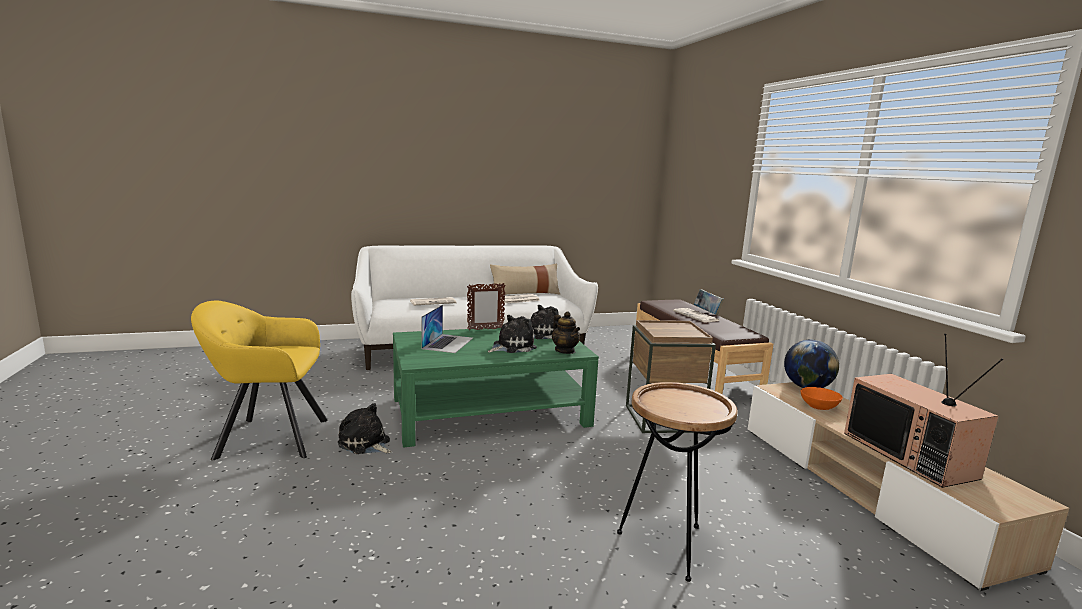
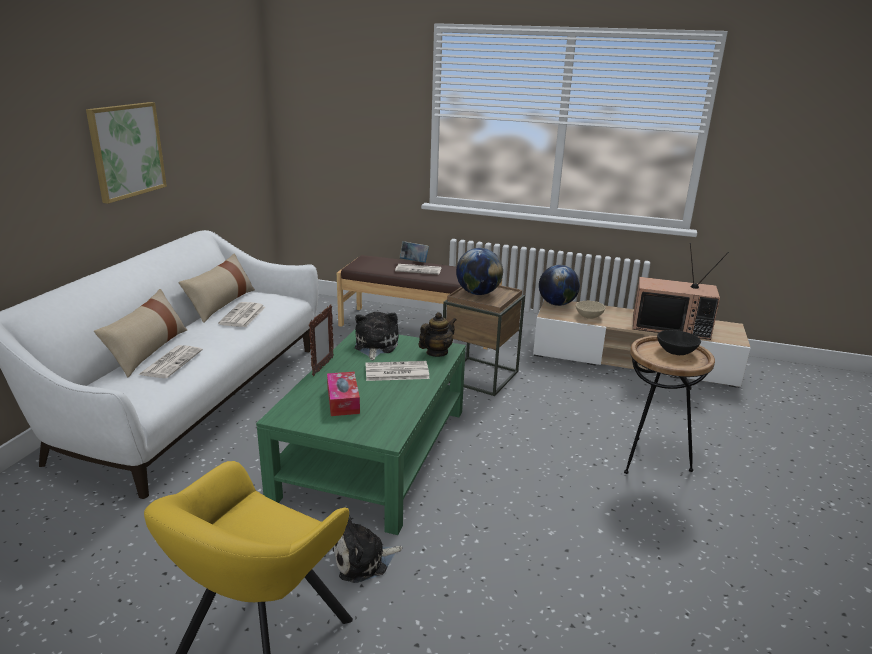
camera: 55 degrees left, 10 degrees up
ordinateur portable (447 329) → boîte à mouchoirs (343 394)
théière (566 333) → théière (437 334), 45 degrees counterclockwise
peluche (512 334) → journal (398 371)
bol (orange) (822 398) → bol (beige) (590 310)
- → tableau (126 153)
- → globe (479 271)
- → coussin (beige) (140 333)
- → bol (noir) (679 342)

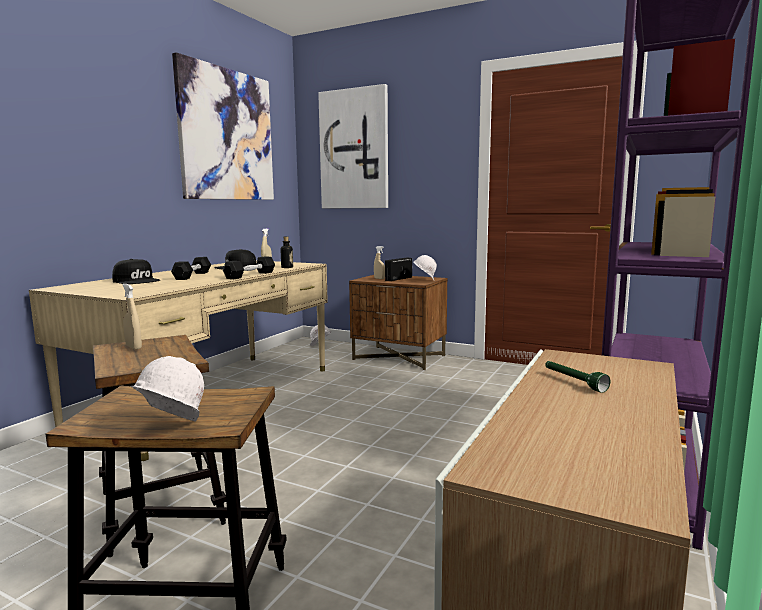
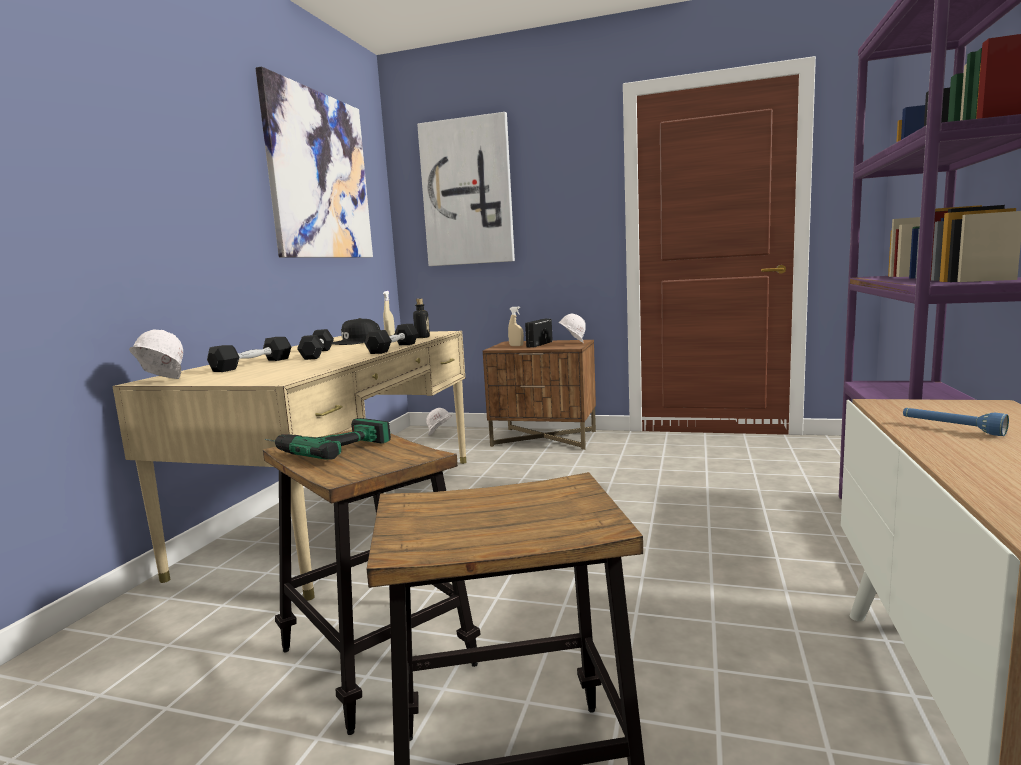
camera: 10 degrees left, 0 degrees up
casquette (noir) (136 271) → haltère (noir) (249 354)
vaporisateur (beige) (132 317) → perceuse (328 439)
casque de chantier (blanc) (167 388) → casque de chantier (blanc) (156 354), shifted
lampe de poche (vert) (577 377) → lampe de poche (bleu) (956 422)

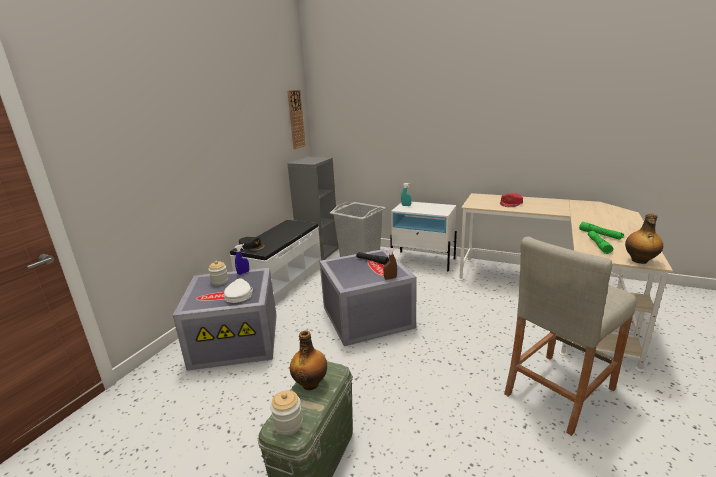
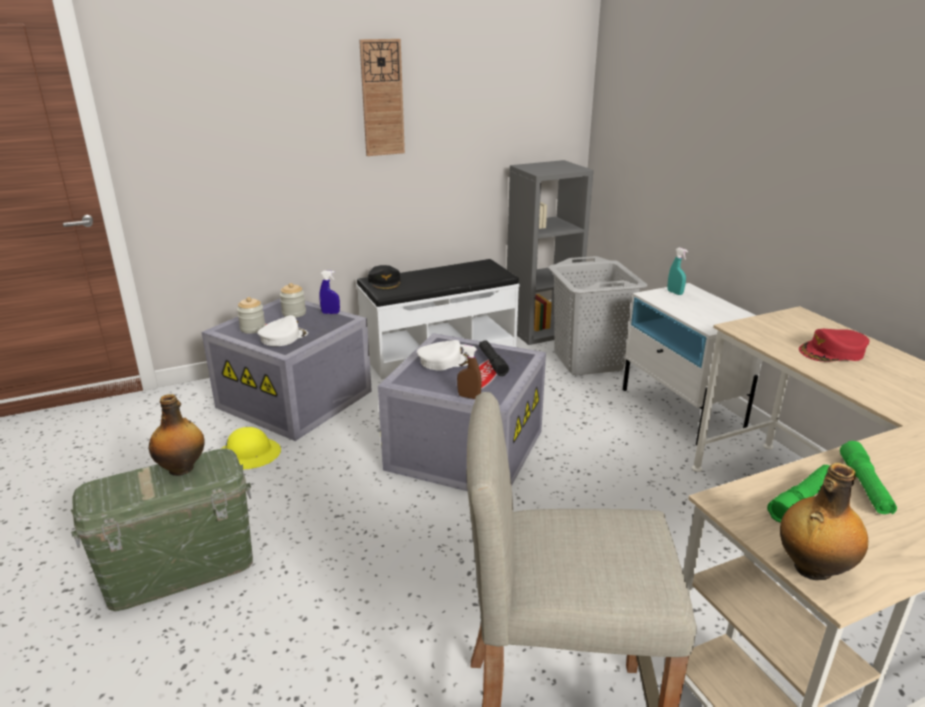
camera: 40 degrees right, 5 degrees up
horloge murale (296 119) → horloge murale (382 97), shifted
bocal (286 413) → bocal (251 315), shifted
- → casquette (blanc) (442 355)
- → casque de chantier (jaune) (251 448)

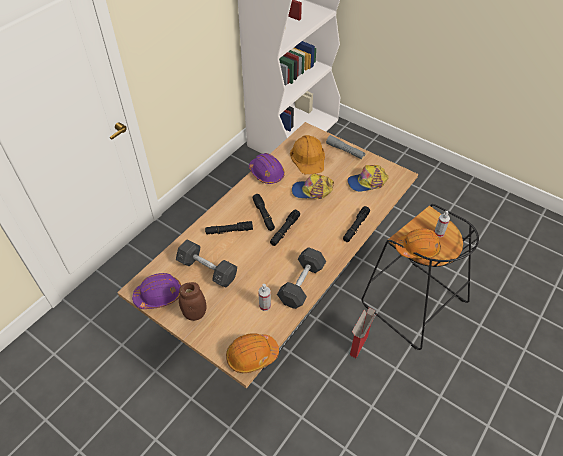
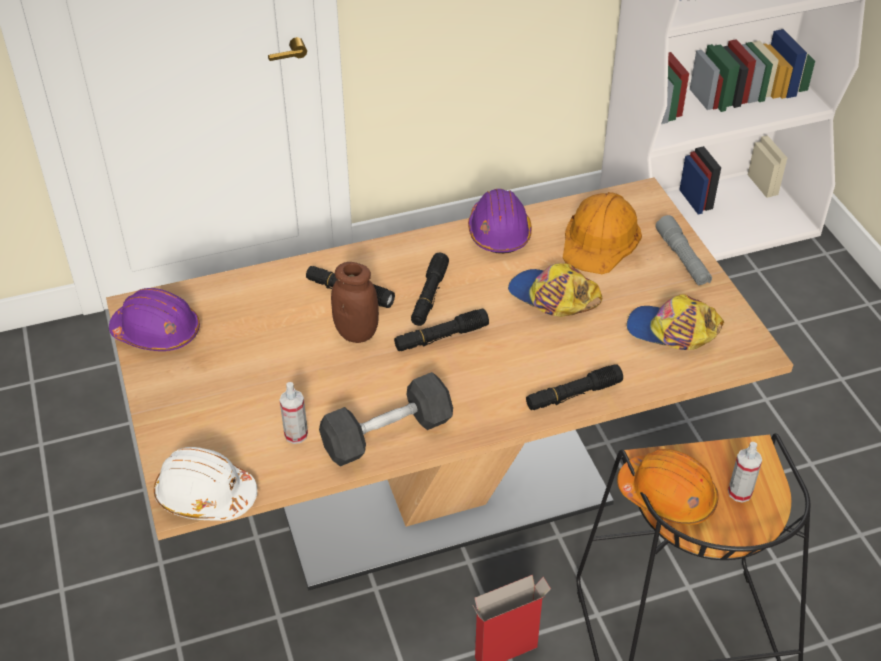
camera: 35 degrees right, 5 degrees down
haltère (gris) (206 263) → -
bocal (marron) (193 301) → bocal (marron) (355 302), shifted
casque de chantier (orange) (252 353) → casque de chantier (blanc) (205 484)

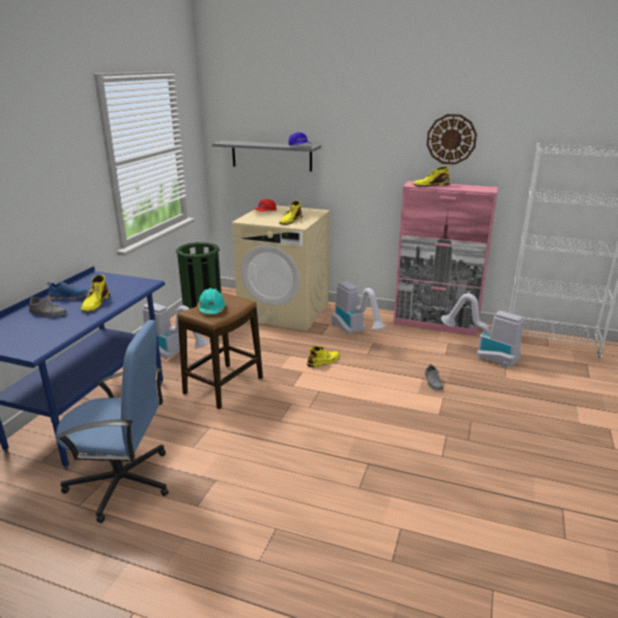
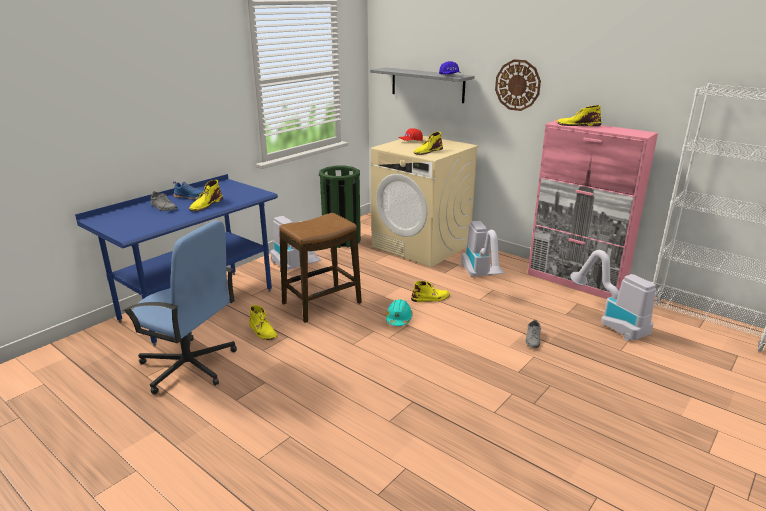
camera: 20 degrees right, 0 degrees up
horloge murale (452 139) → horloge murale (518 85), shifted
casque de chantier (turquoise) (211 301) → casque de chantier (turquoise) (399 312), shifted
- → botte (jaune) (263 322)

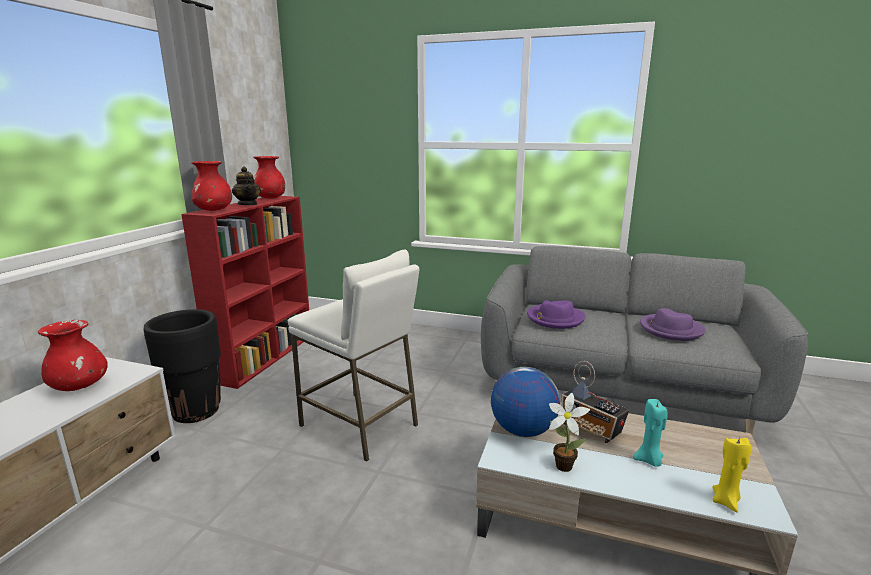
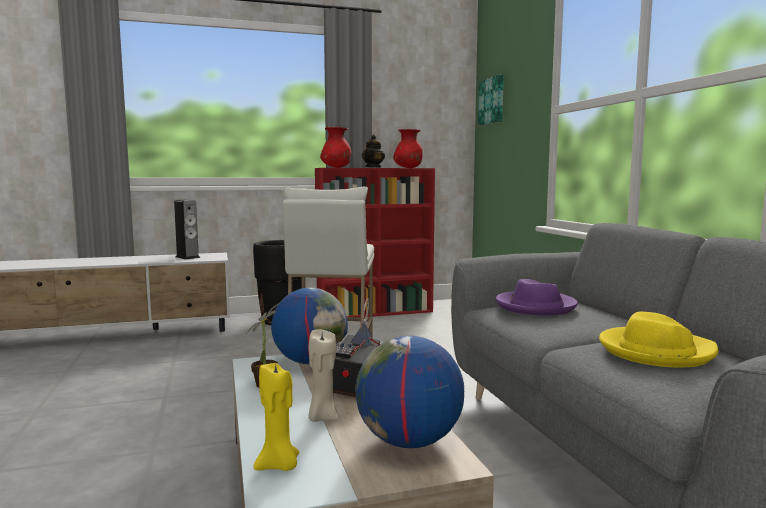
camera: 55 degrees right, 10 degrees down
chapeau (violet) (673 324) → chapeau (jaune) (658 339)
vase (rouge) (73 355) → enceinte (187 229)
bougie (turquoise) (650 433) → bougie (beige) (323 375)
- → tableau (491 100)
- → globe (409 392)

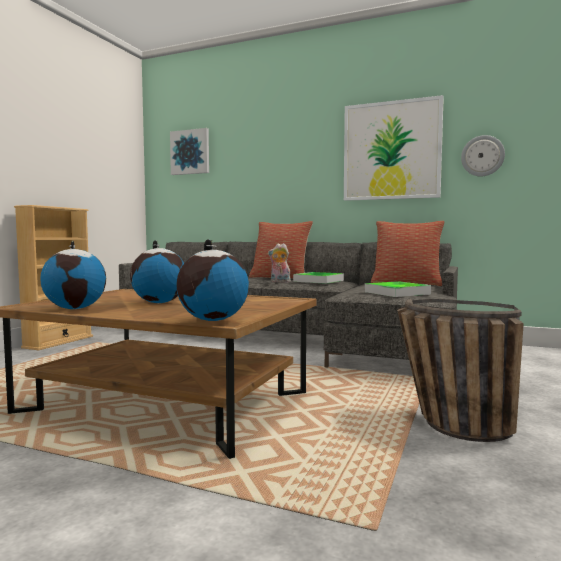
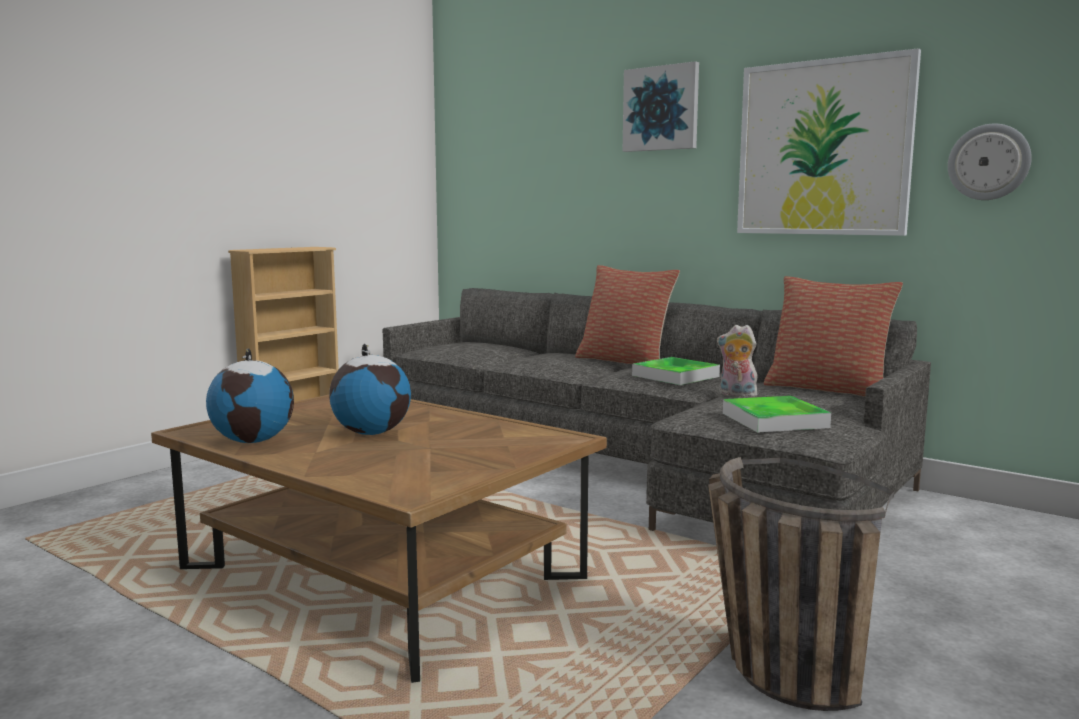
camera: 15 degrees right, 5 degrees up
tableau (189 151) → tableau (661 106), shifted
globe (212 280) → -
peluche (279 263) → peluche (737 361), shifted

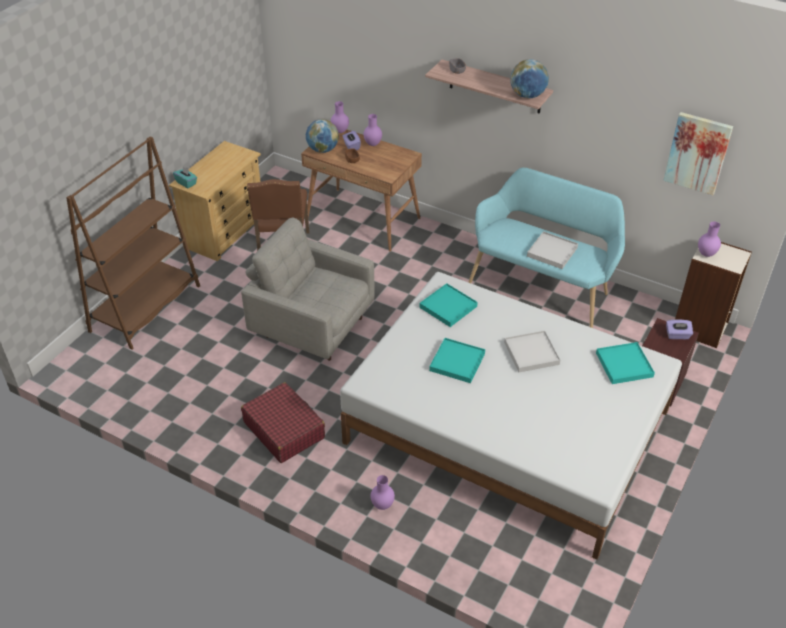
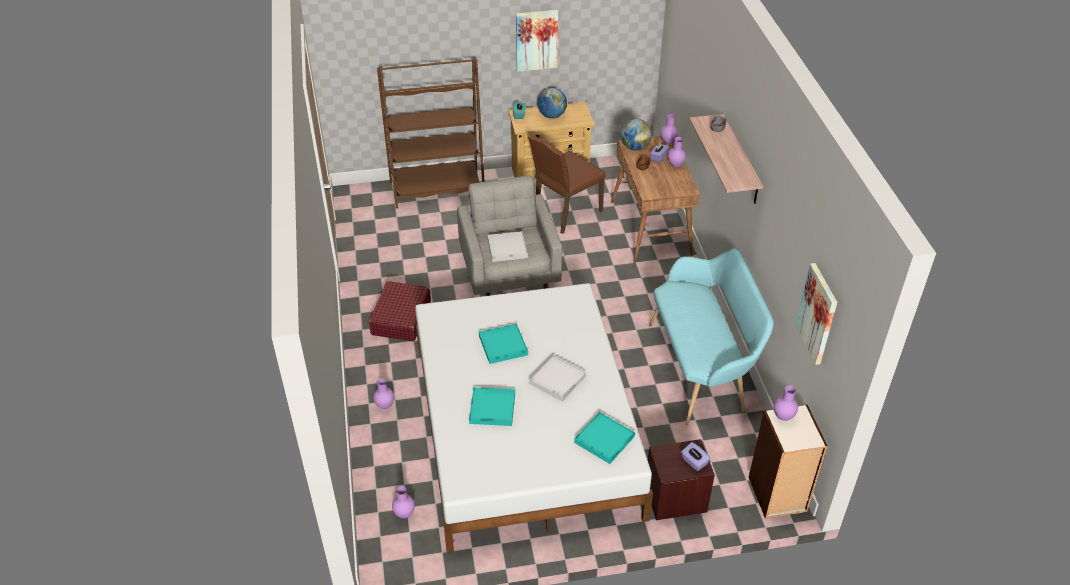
camera: 50 degrees right, 0 degrees up
globe (529 78) → globe (552 103), shifted
plateau (blanc) (552 250) → plateau (blanc) (508 246), shifted
plateau (turquoise) (448 305) → plateau (turquoise) (492 406), shifted
- → tableau (537 41)
- → vase (violet) (403 502)

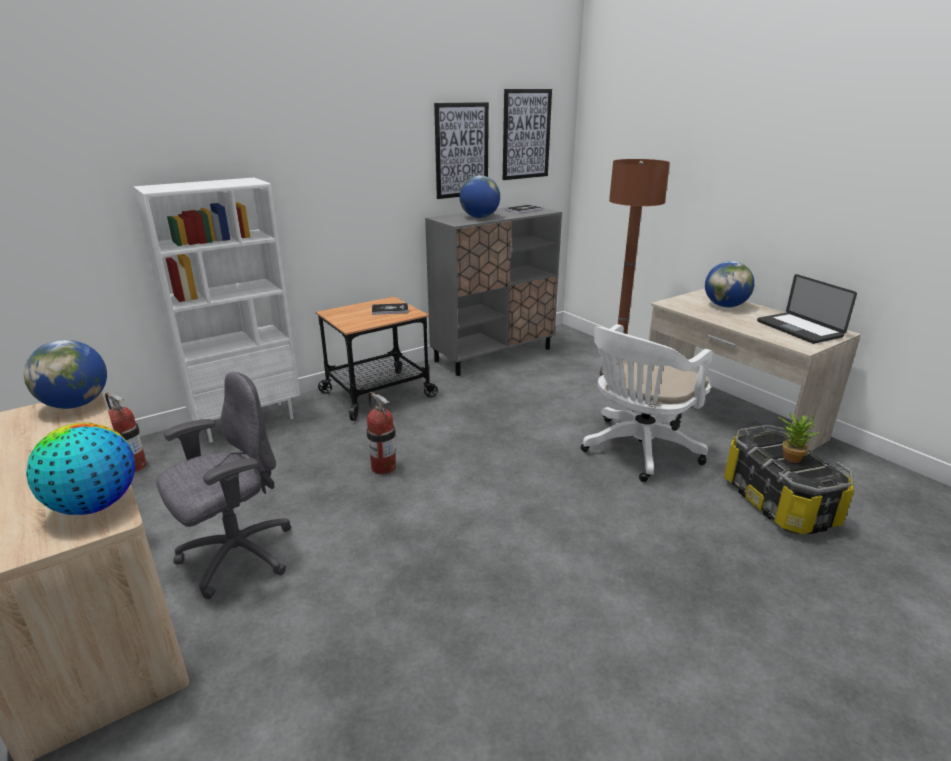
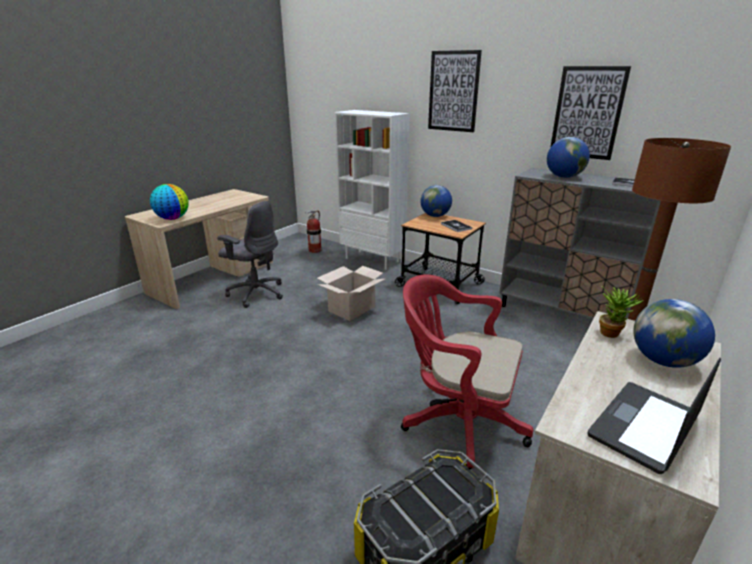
camera: 70 degrees right, 0 degrees up
tableau (527 134) → tableau (455 91), shifted
chaise de bureau (blanc) (646 403) → chaise de bureau (rouge) (467 371)
globe (65 374) → globe (436 201), shifted
extincteur (381 433) → carton (351 293)
plante en pot (798 437) → plante en pot (621 312), shifted

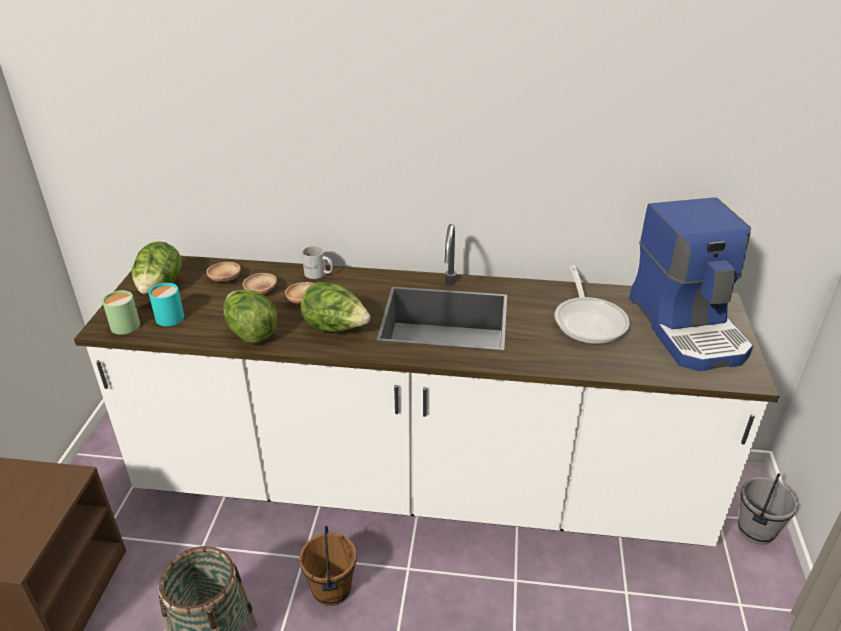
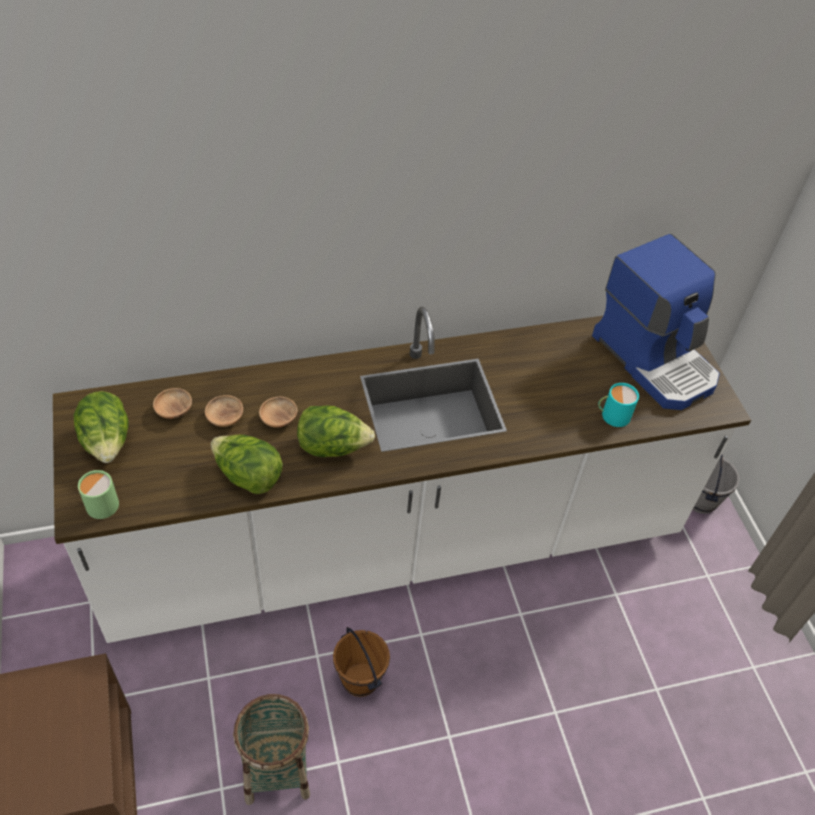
camera: 25 degrees left, 15 degrees up
mug (blanc) (317 262) → -
poêle (591 304) → -
mug (turquoise) (166 304) → mug (turquoise) (618 405), shifted

